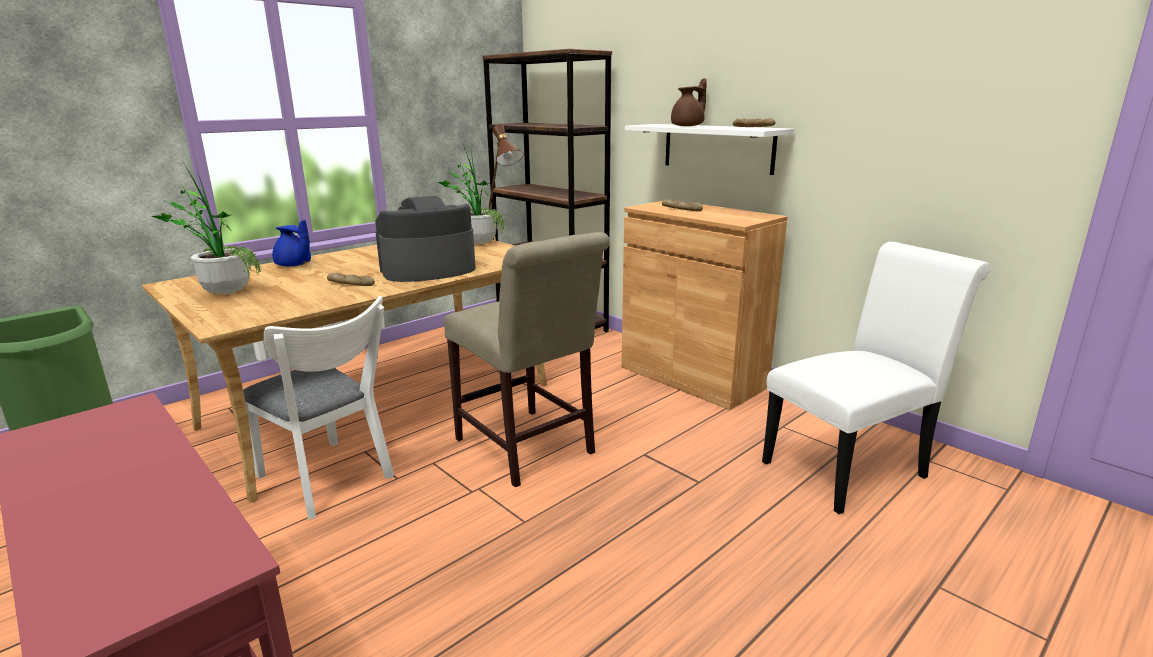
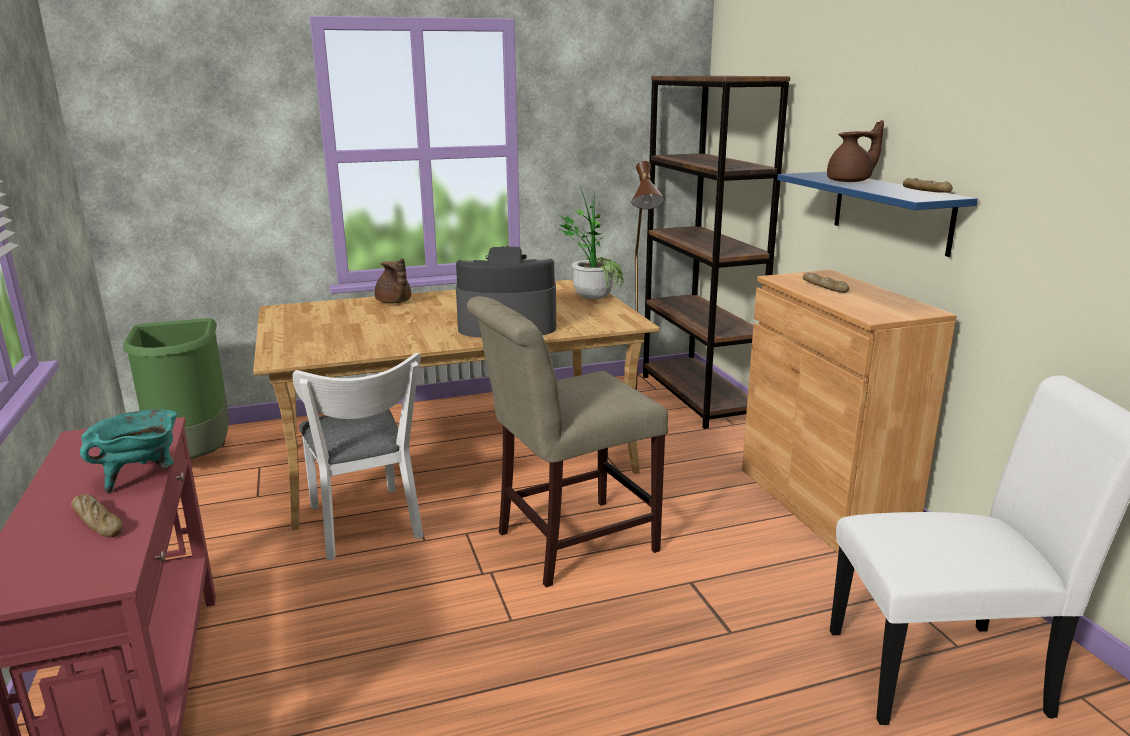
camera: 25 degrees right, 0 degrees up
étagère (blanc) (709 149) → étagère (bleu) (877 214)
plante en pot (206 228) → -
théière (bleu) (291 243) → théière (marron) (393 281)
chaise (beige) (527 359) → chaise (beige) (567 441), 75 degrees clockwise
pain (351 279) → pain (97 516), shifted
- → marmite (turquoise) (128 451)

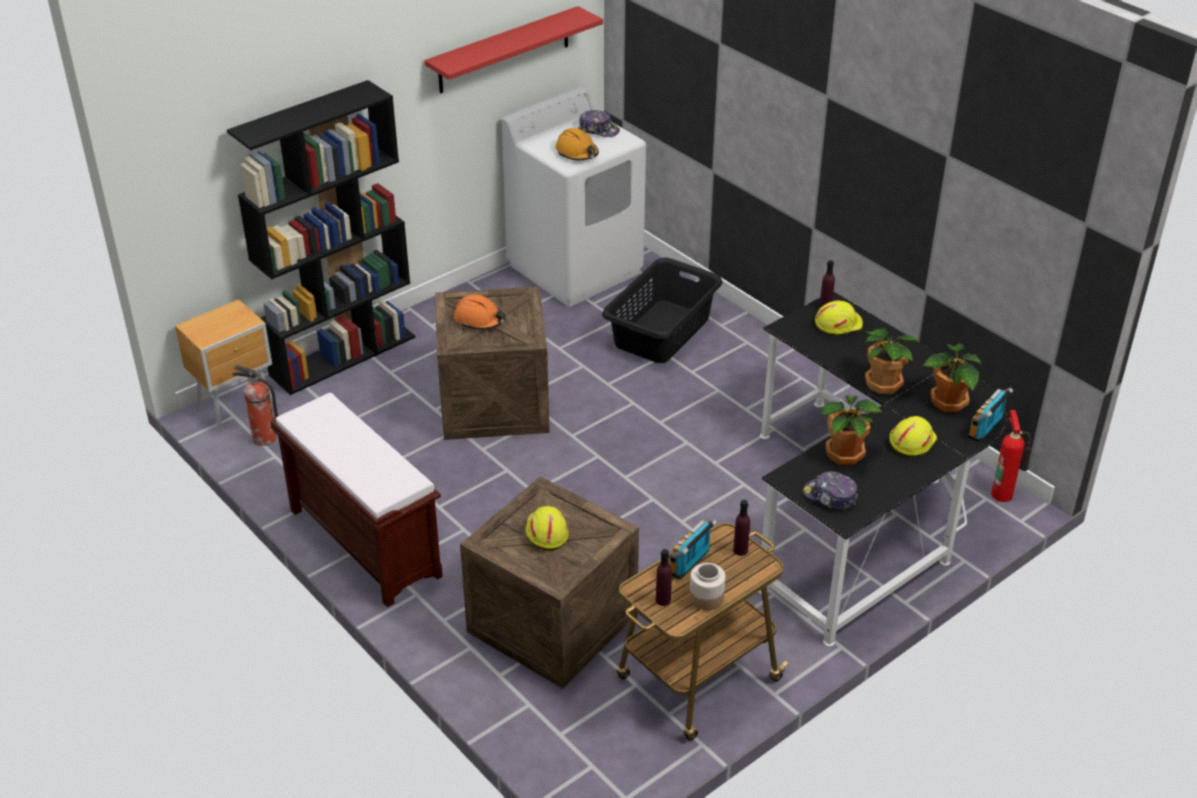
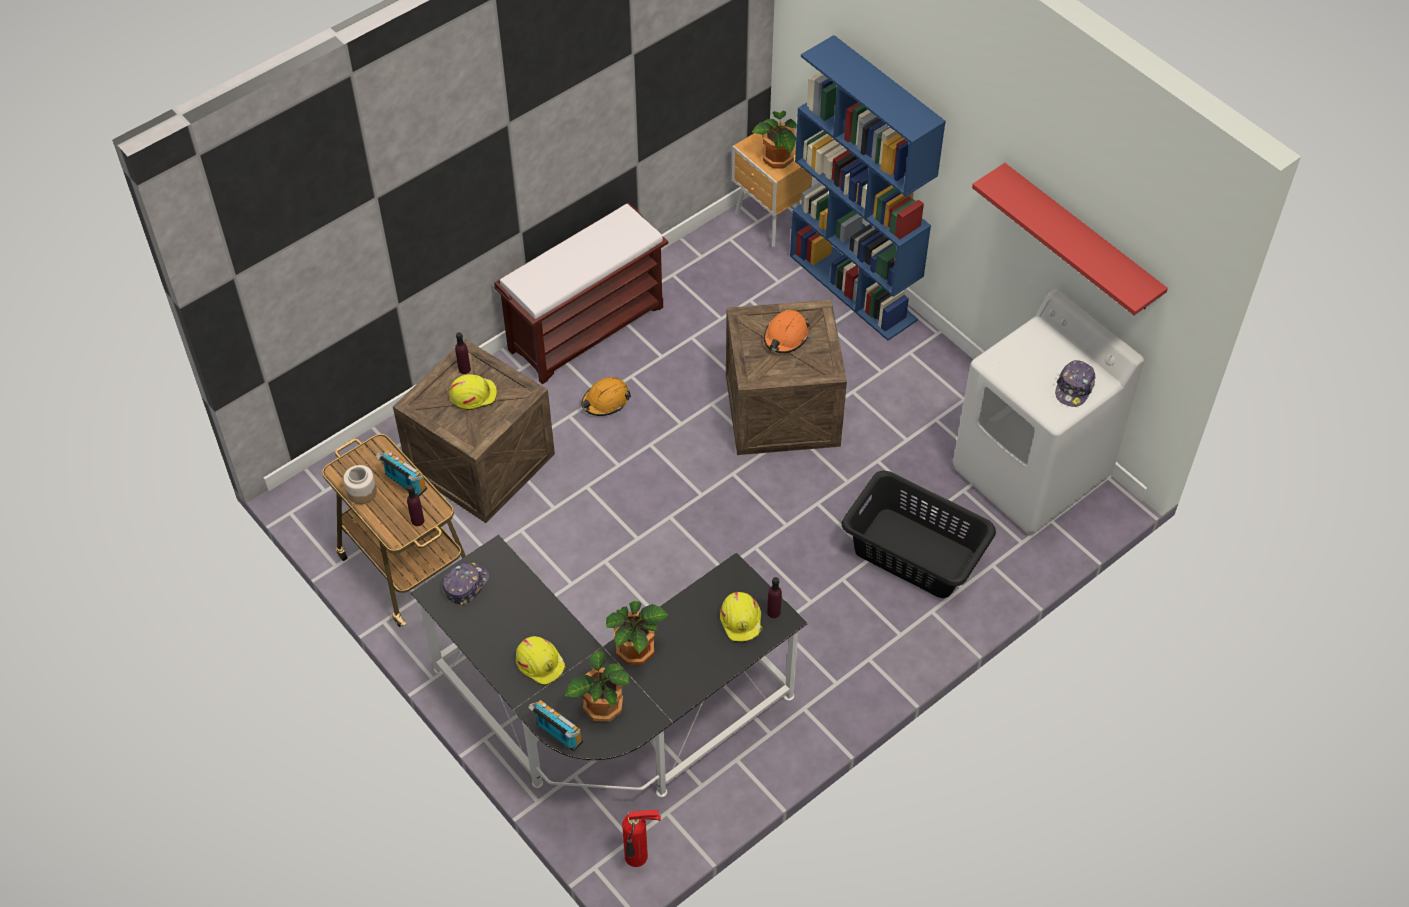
camera: 90 degrees right, 15 degrees up
bibliothèque (noir) (321 237) → bibliothèque (bleu) (868 188)
casque de chantier (orange) (577 144) → casque de chantier (orange) (606 396), shifted
extincteur (255 405) → -
plante en pot (852 430) → plante en pot (774 139), shifted
bouteille (violet) (664 577) → bouteille (violet) (463 353), shifted

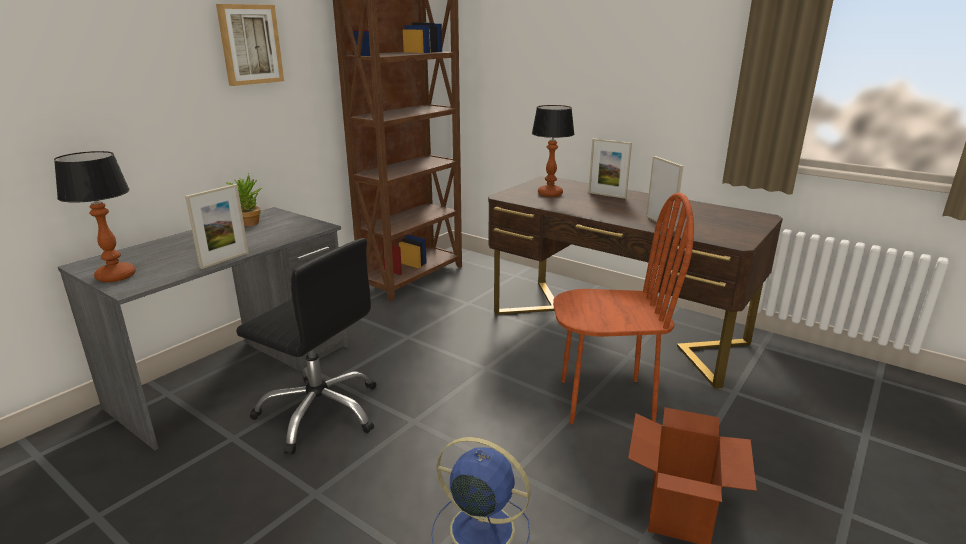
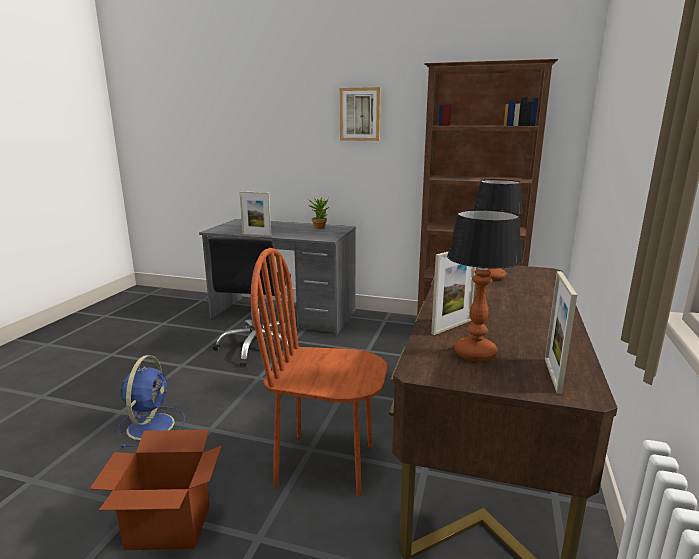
camera: 70 degrees right, 5 degrees down
cadre photo (610 169) → cadre photo (561 332), shifted
lampe de table (95 216) → lampe de table (484 285), shifted
chaise (marron) (623 308) → chaise (marron) (319 372), 120 degrees clockwise

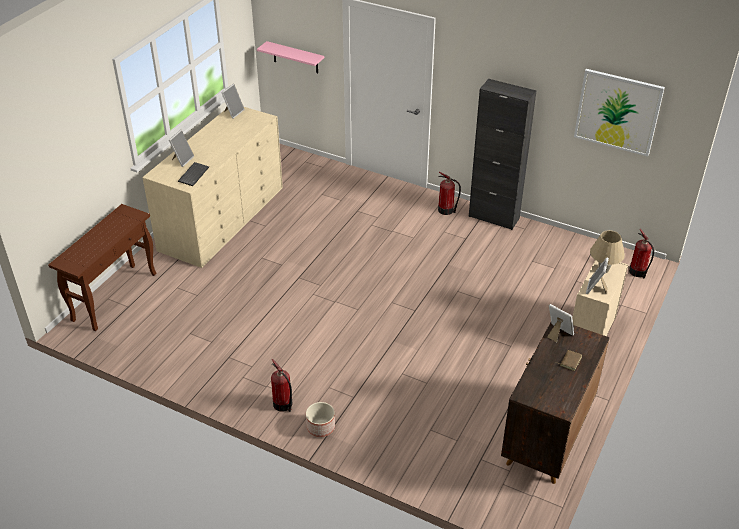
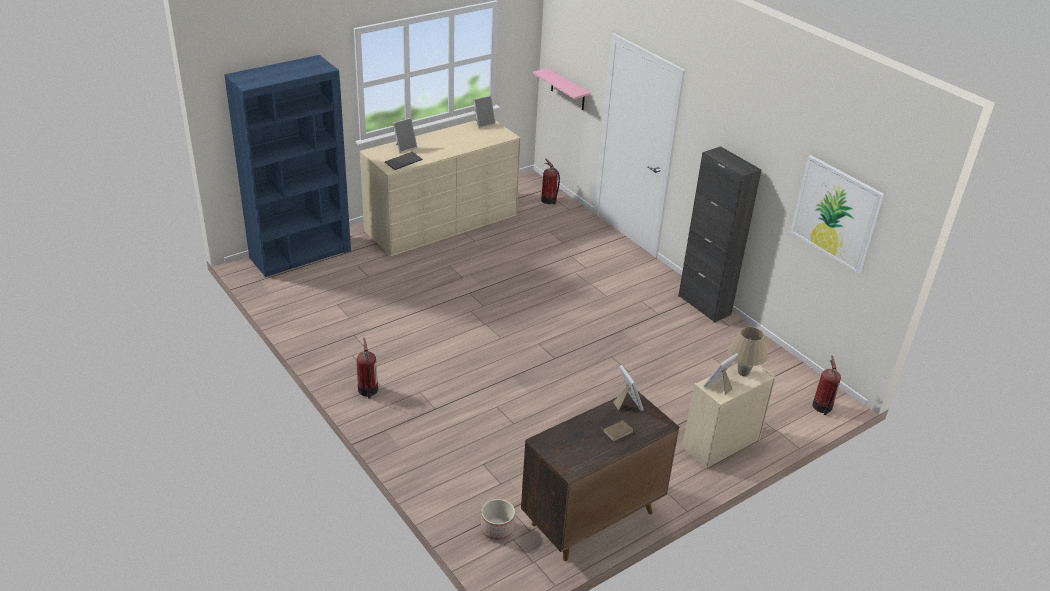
camera: 25 degrees right, 5 degrees down
extincteur (449 193) → extincteur (550 181), shifted
table console (marron) (102 267) → bibliothèque (bleu) (287 166)
cache-pot (320 419) → cache-pot (498 519), shifted

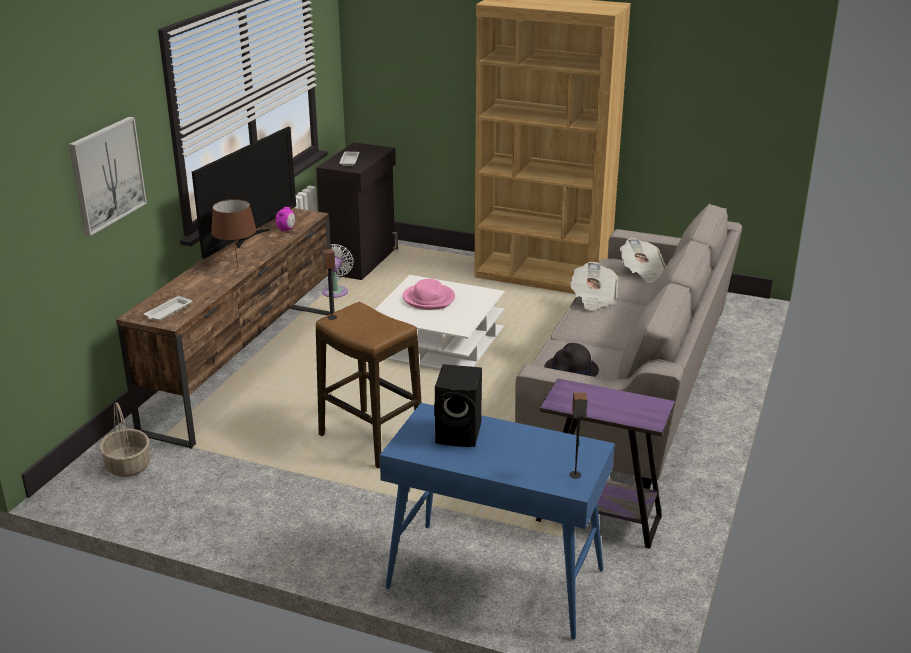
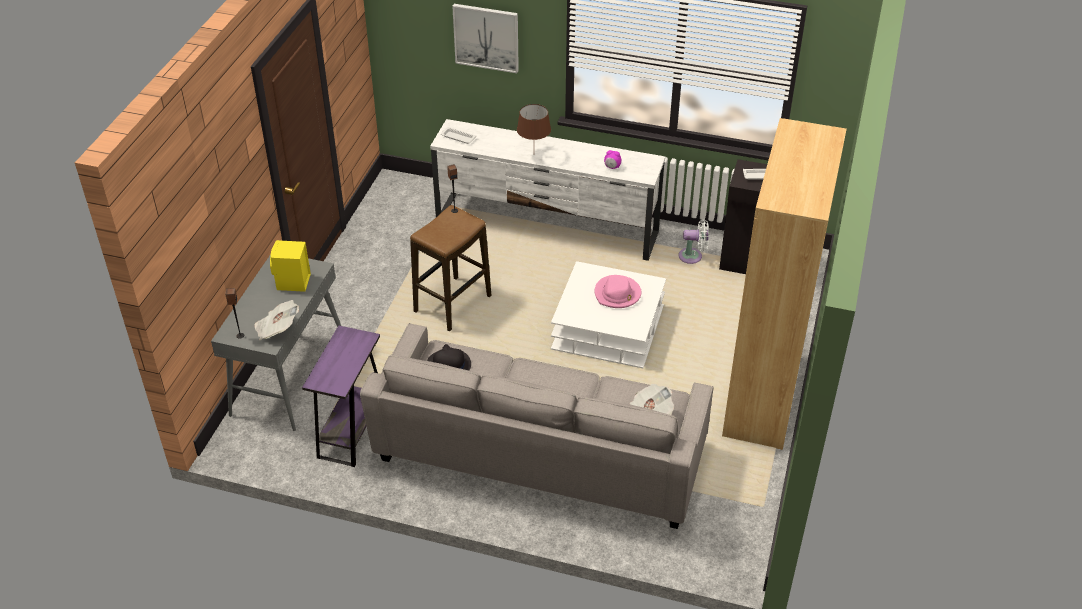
camera: 85 degrees right, 15 degrees up
téléviseur (244 193) → -
meuble télé (marron) (225 328) → meuble télé (blanc) (547 190)
journal (594 286) → journal (276 320), shifted
enceinte (noir) (458 405) → enceinte (jaune) (290 266)
panier (124 440) → -
table console (bleu) (497 521) → table console (gris) (276 342)

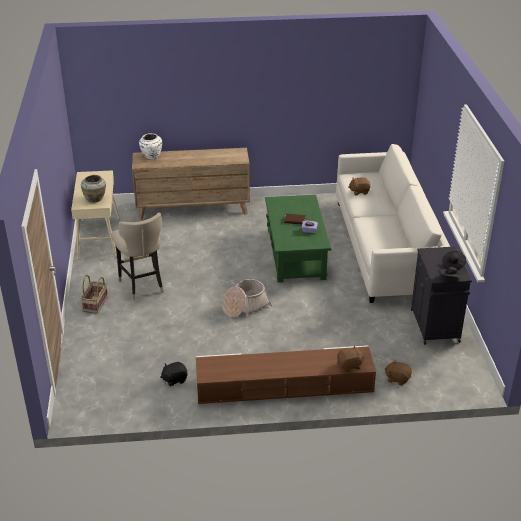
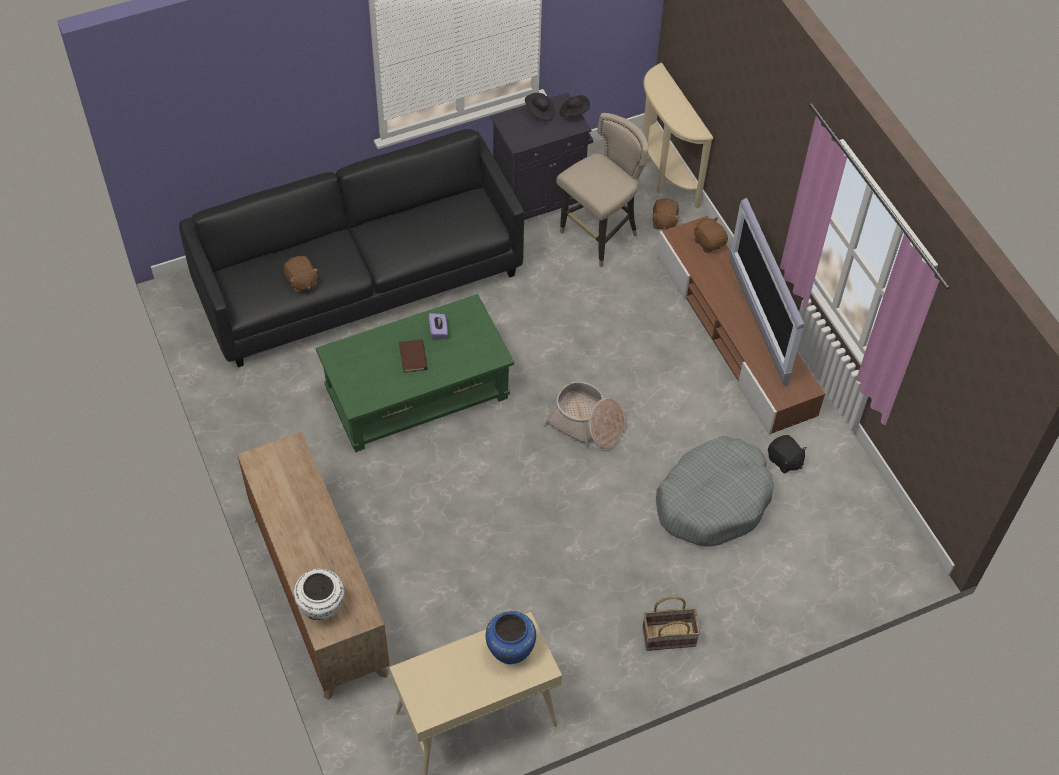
camera: 110 degrees left, 20 degrees up
canapé (blanc) (393 223) → canapé (noir) (351 248)
vase (beige) (93 189) → vase (bleu) (511 637)
tabouret (beige) (138 256) → tabouret (beige) (602 190), shifted
- → table console (beige) (678 135)
- → téléviseur (766 292)
- → panier pour chien (gris) (715 491)

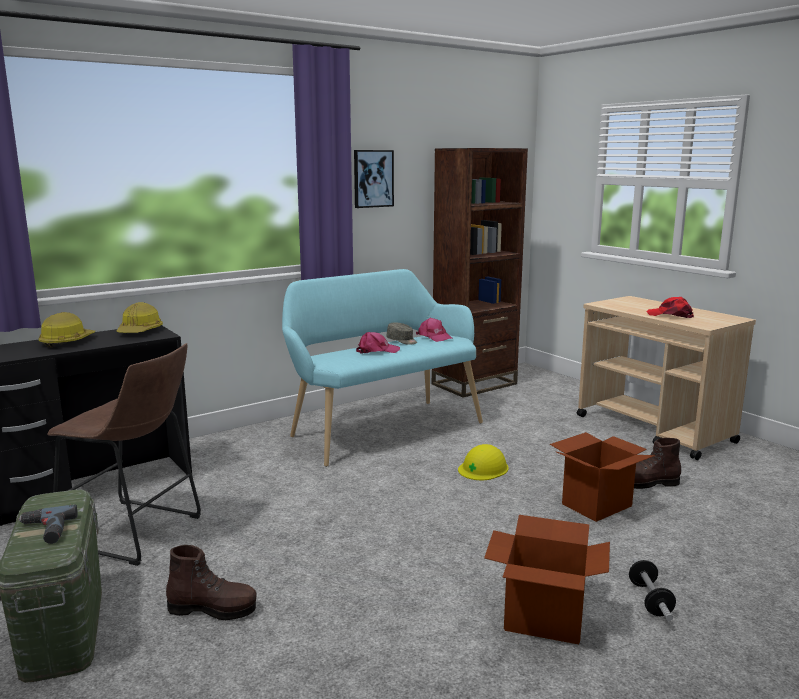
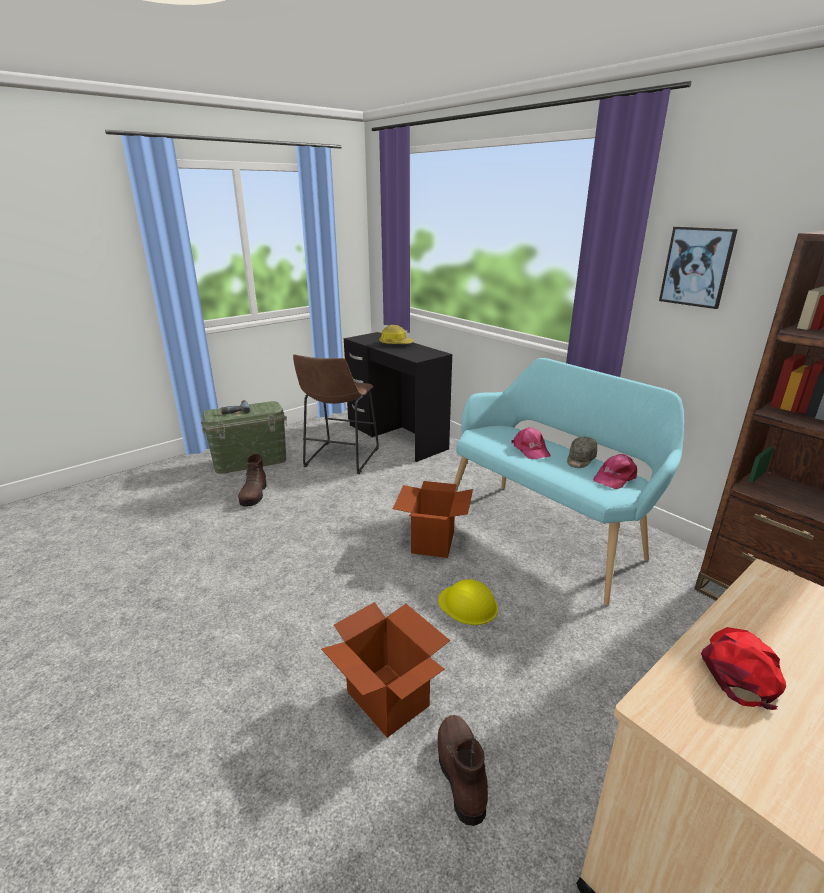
camera: 85 degrees right, 10 degrees up
casque de chantier (140 317) → -
carton (547 579) → carton (433 519), shifted
haltère (652 589) → -

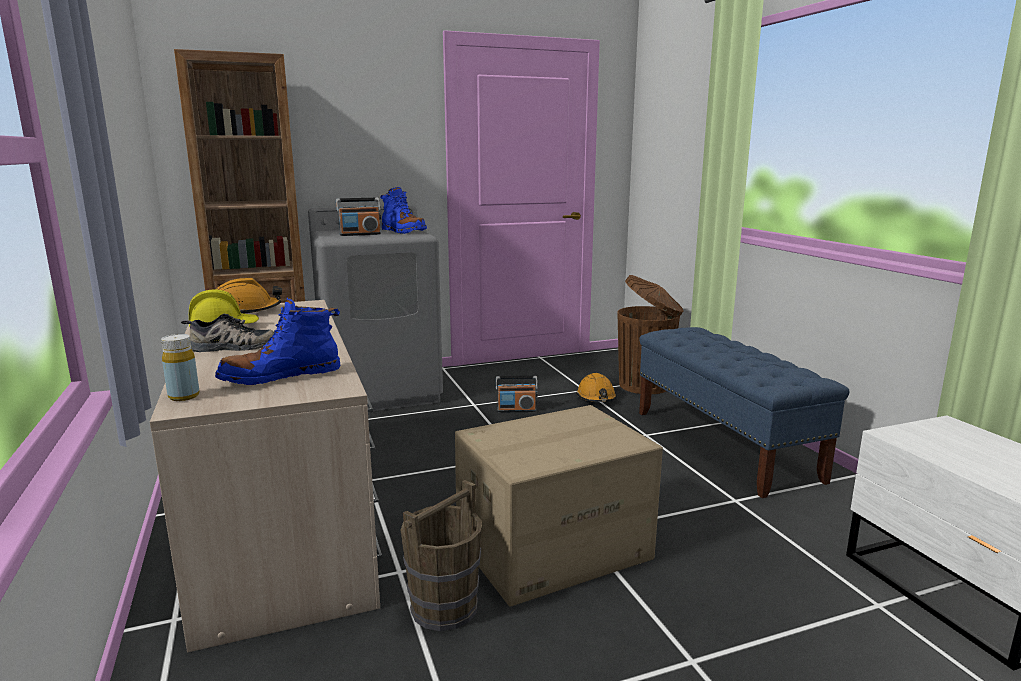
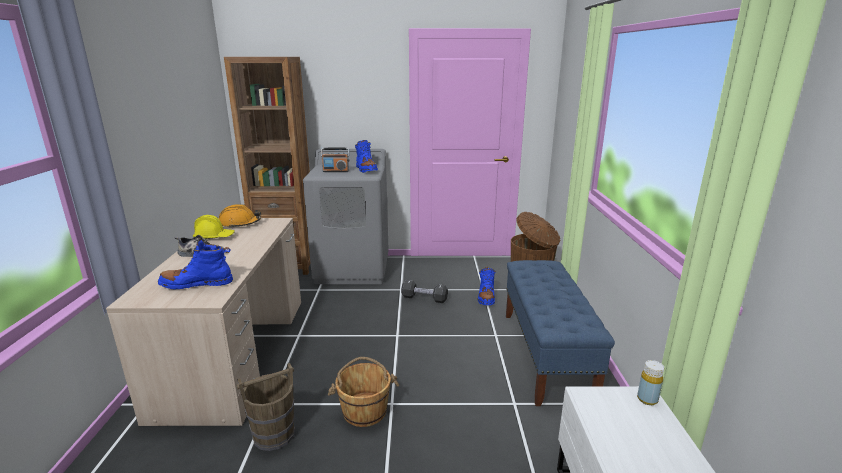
camera: 20 degrees right, 5 degrees up
bouteille (jaune) (180 367) → bouteille (jaune) (650 382), shifted
casque de chantier (orange) (596 387) → botte (bleu) (487 286)
radio (516 394) → haltère (noir) (424 291)
carton (559 506) → seau (marron) (363 392)

